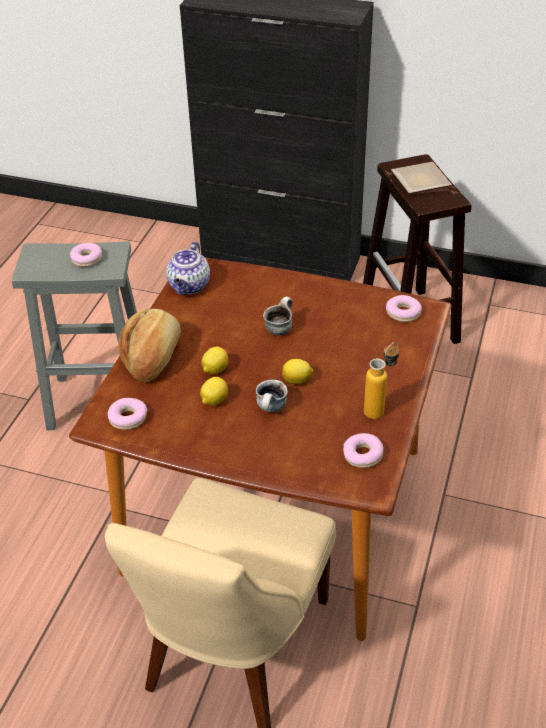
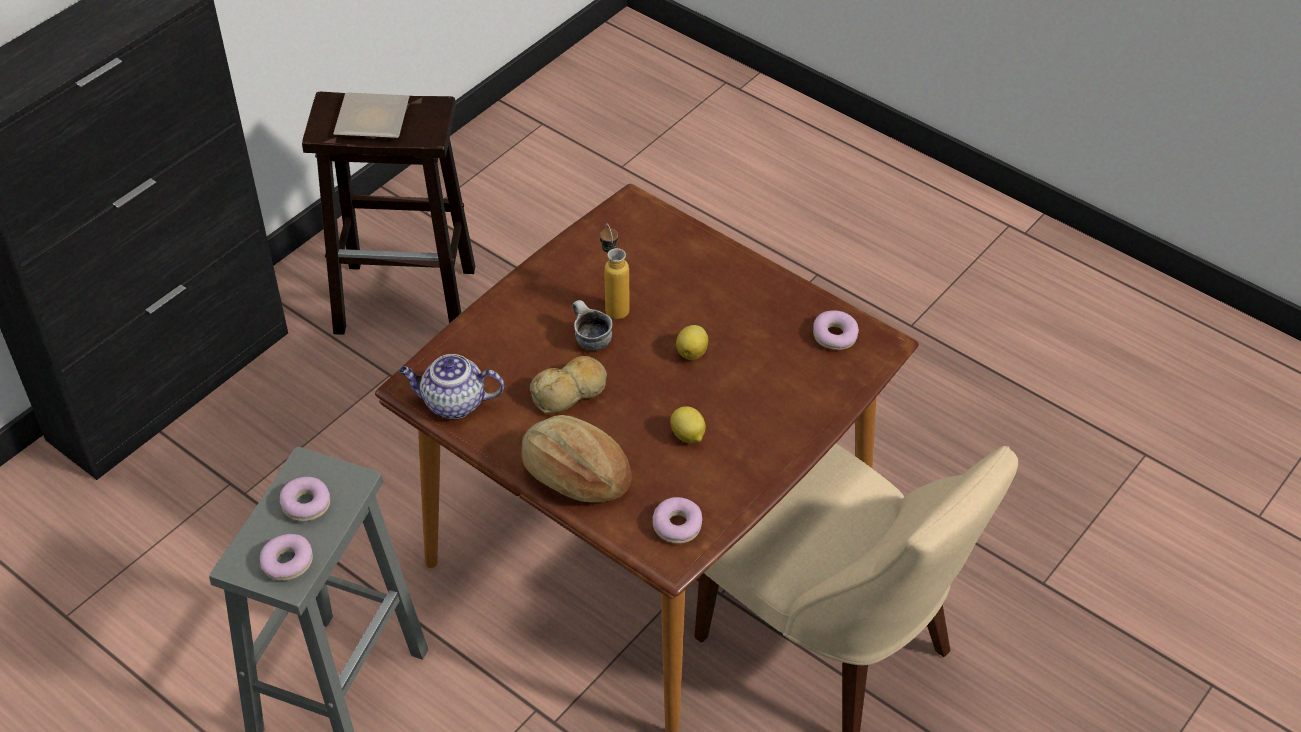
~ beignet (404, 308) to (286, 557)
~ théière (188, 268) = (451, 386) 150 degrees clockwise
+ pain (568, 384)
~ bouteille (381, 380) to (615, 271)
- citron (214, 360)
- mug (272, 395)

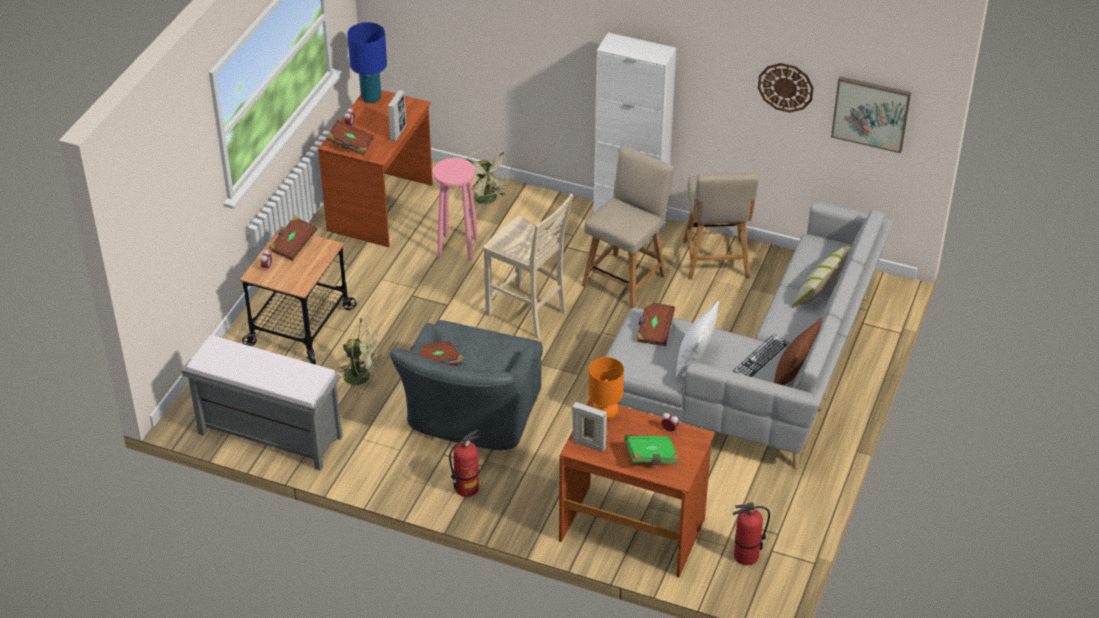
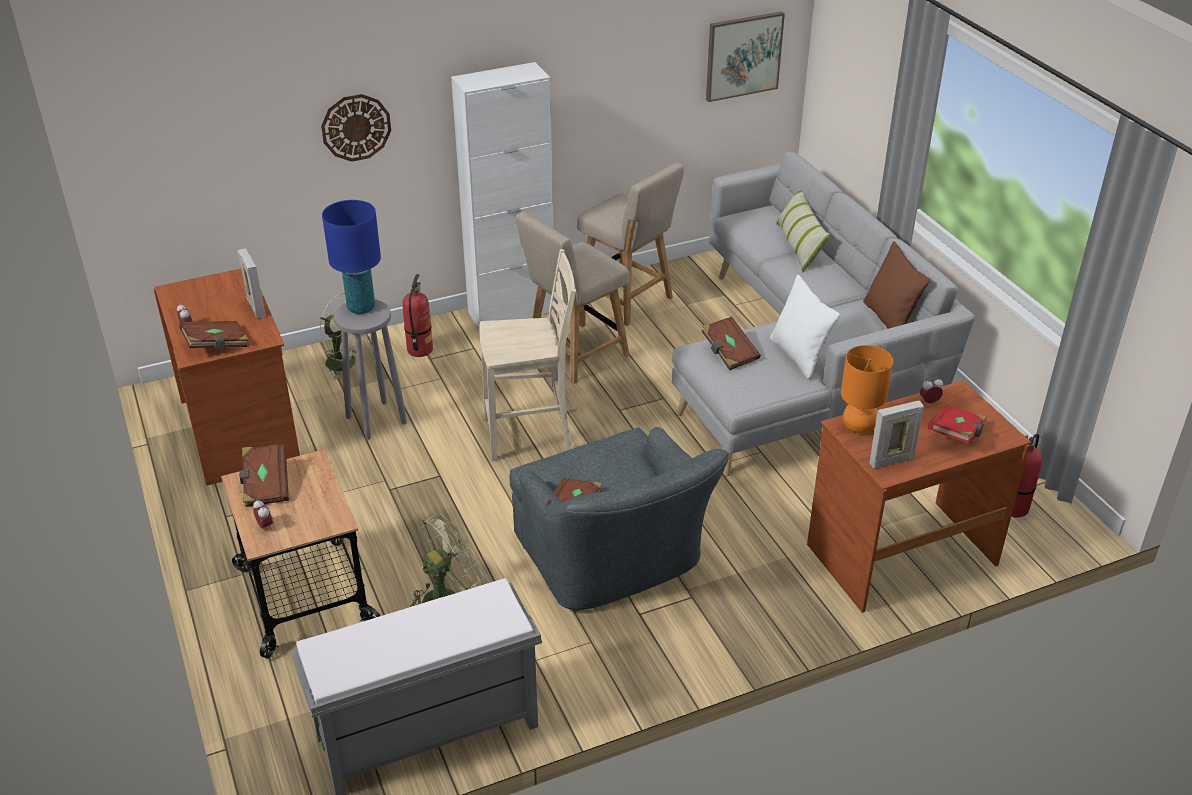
~ horloge murale (786, 88) to (356, 128)
~ lampe de table (bleu) (367, 62) to (351, 257)
~ tabouret (rose) (455, 209) to tabouret (gris) (370, 370)
~ extincteur (464, 463) to (417, 315)
~ chaise (beige) (628, 227) = (573, 298) 120 degrees counterclockwise
~ livre (vert) (651, 450) to livre (rouge) (957, 424)
- clavier (761, 355)

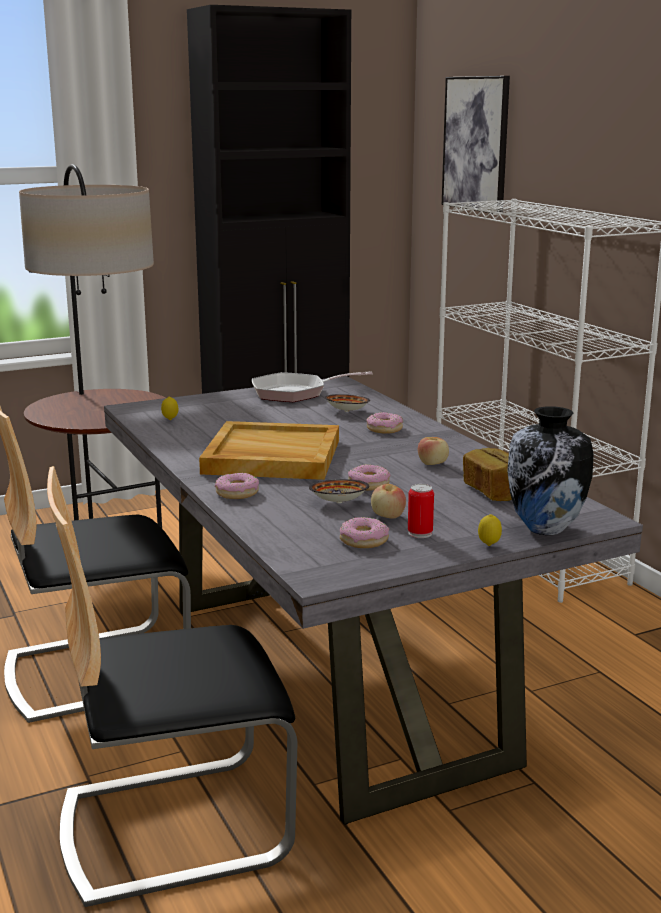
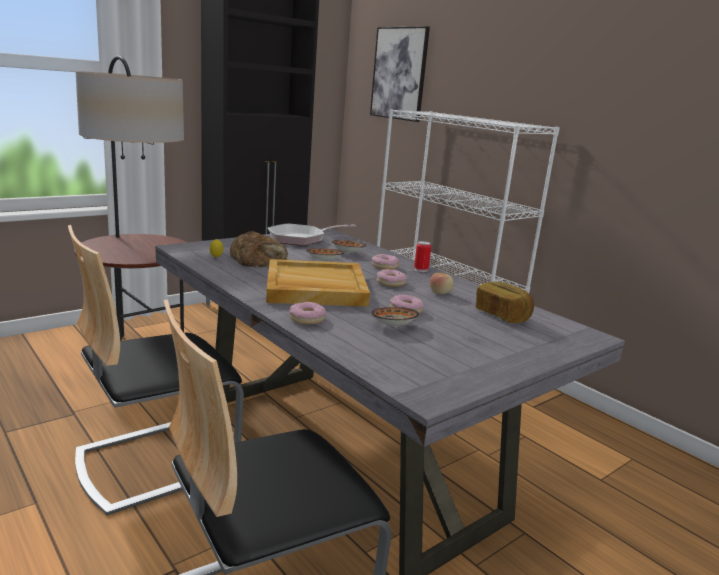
+ pain (259, 249)
+ bol (325, 255)
~ beignet (364, 532) to (392, 278)
~ boîte métallique (421, 511) to (422, 256)
- pomme (388, 501)
- citron (490, 530)
- vase (550, 470)

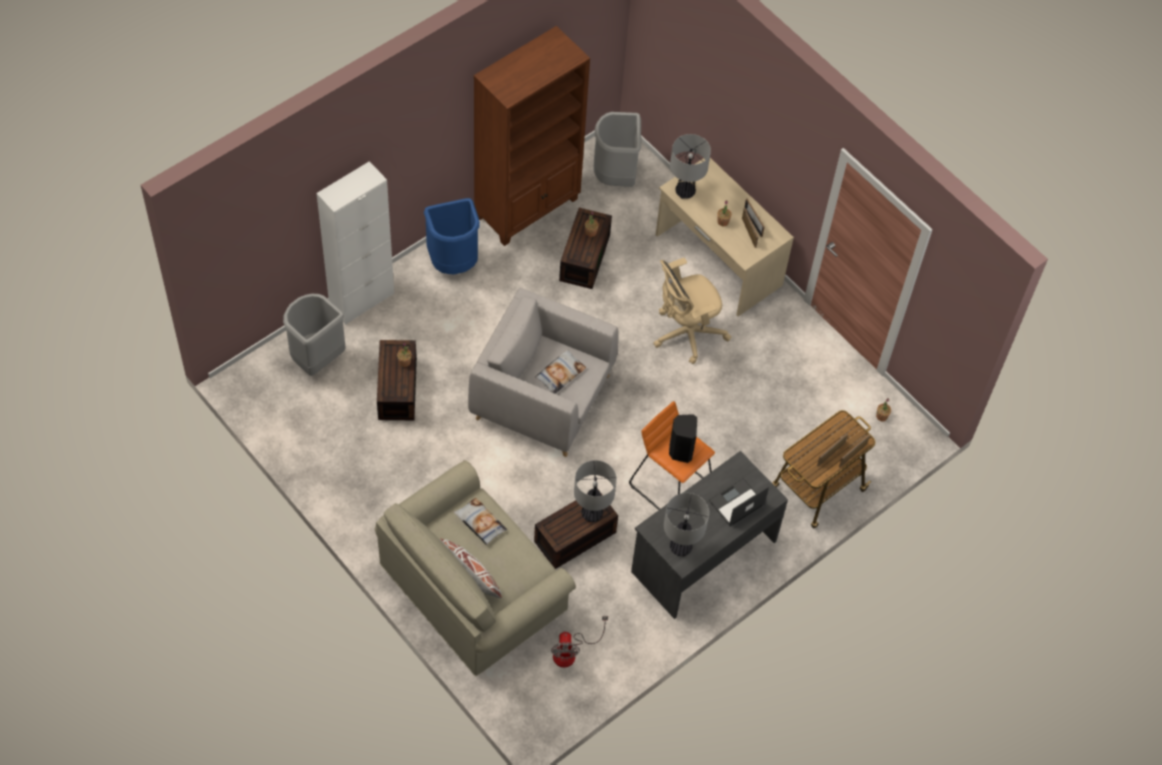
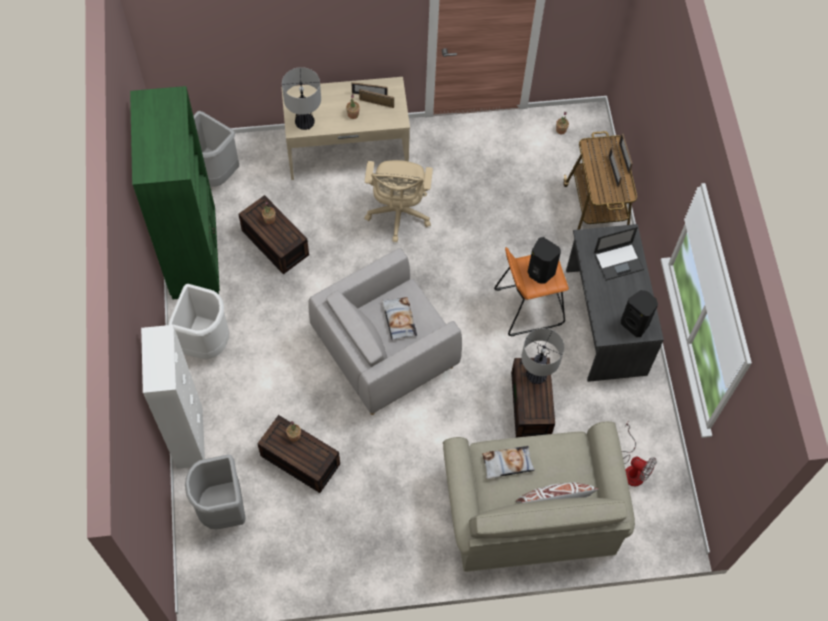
~ bibliothèque (marron) (532, 136) to bibliothèque (vert) (175, 192)
~ poubelle (bleu) (452, 236) to poubelle (blanc) (198, 321)
~ ordinateur portable (738, 502) = (619, 253) 105 degrees counterclockwise
~ lampe de table (686, 524) to enceinte (noir) (639, 313)

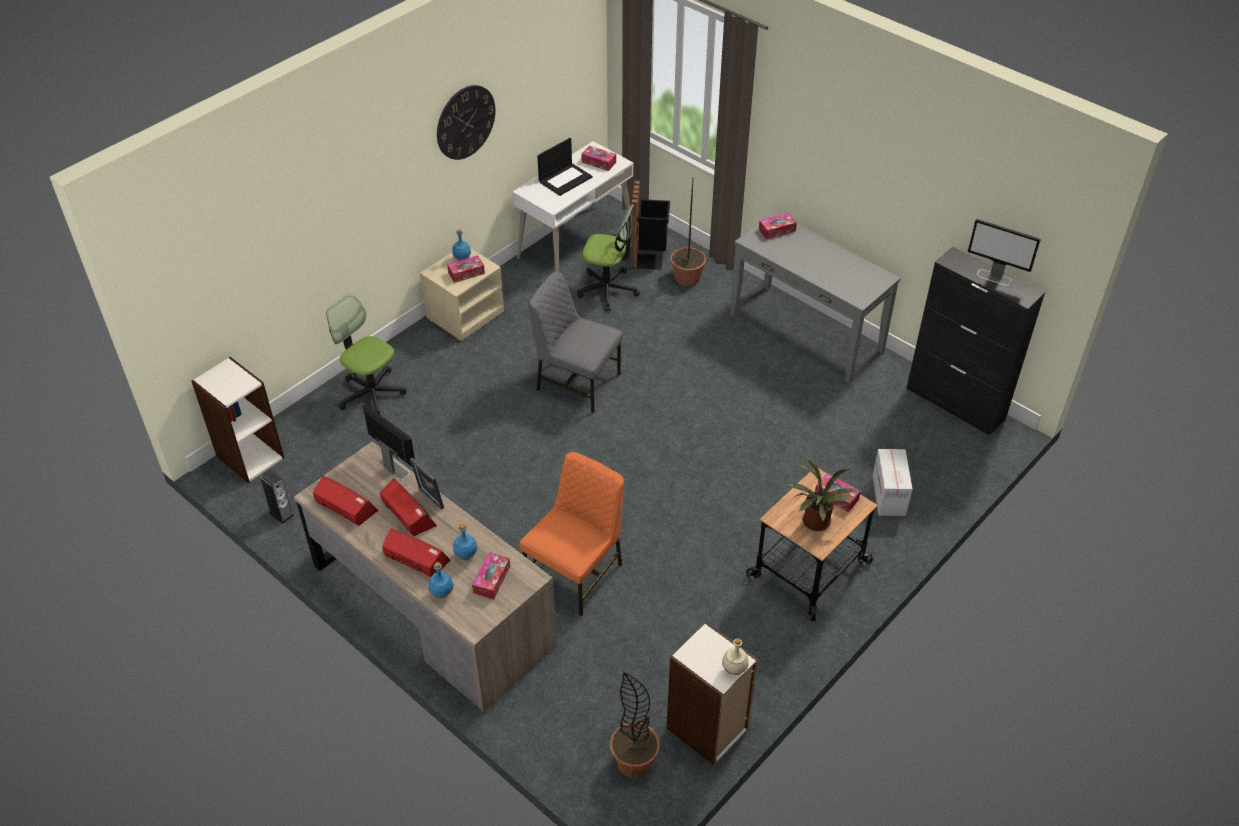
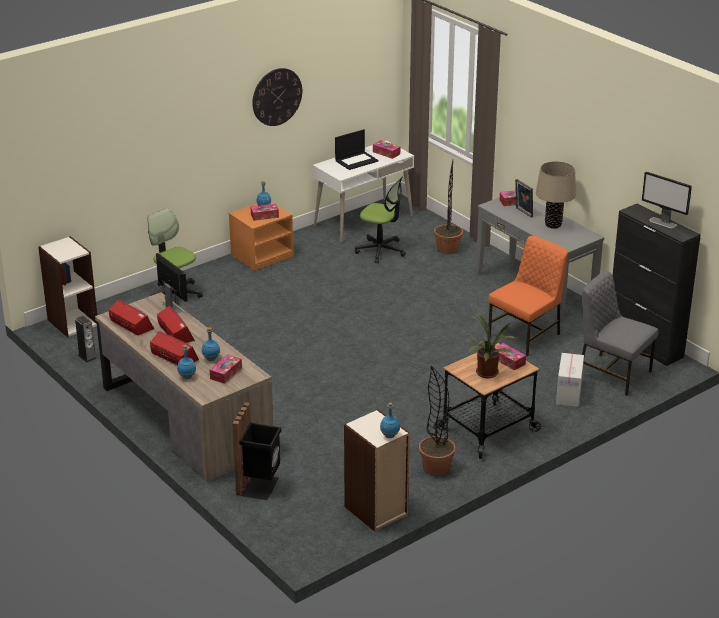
~ table de chevet (beige) (462, 294) to table de chevet (orange) (261, 236)
~ poubelle (noir) (650, 225) to (257, 451)
~ bouteille (beige) (735, 656) to bouteille (bleu) (390, 420)
~ plante en pot (635, 725) to (437, 420)
~ chaise (orange) (572, 534) to (528, 296)
~ cadre photo (427, 483) to (524, 198)
+ lampe de table (beige) (556, 195)
~ chaise (gris) (575, 342) to (620, 333)

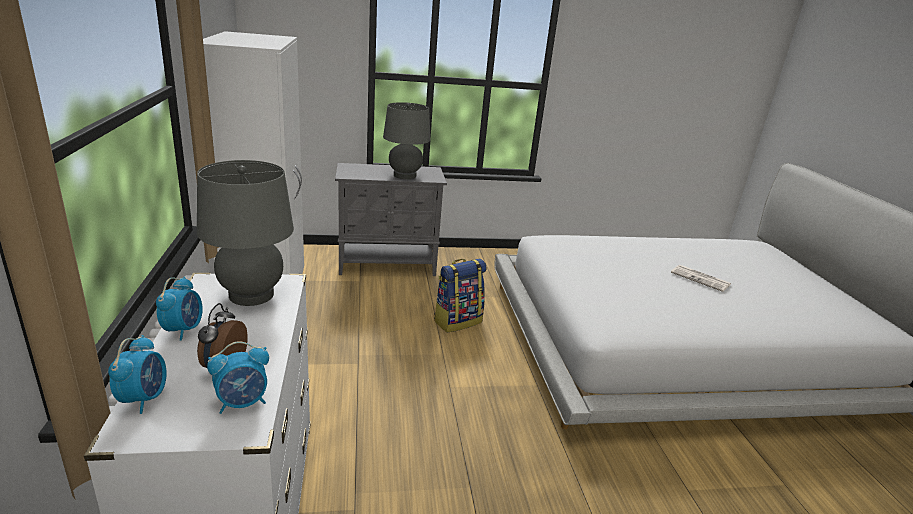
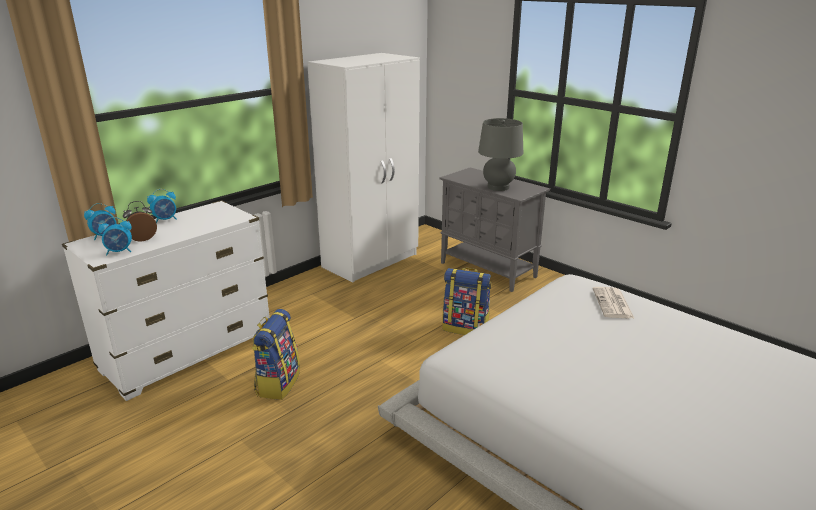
~ réveil (238, 377) = (115, 236) 45 degrees counterclockwise
+ sac à dos (275, 354)
~ journal (701, 278) to (614, 303)
- lampe de table (gris) (245, 233)

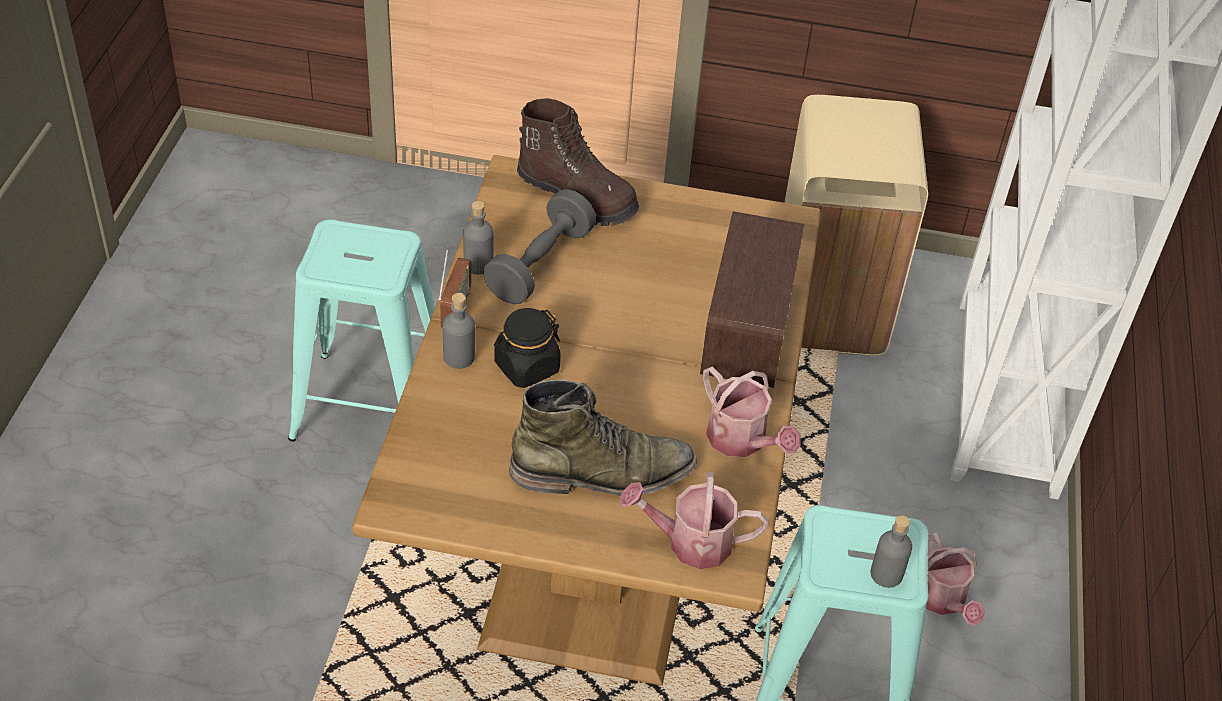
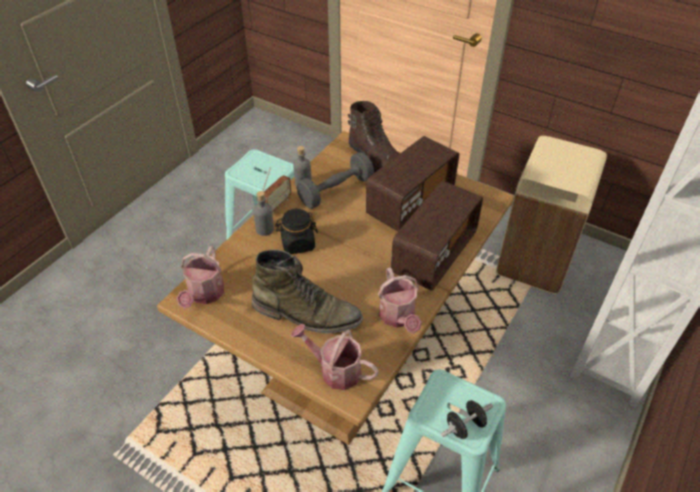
~ arrosoir (955, 579) to (200, 277)
+ radio (412, 183)
~ bouteille (gris) (891, 551) to haltère (noir) (467, 419)

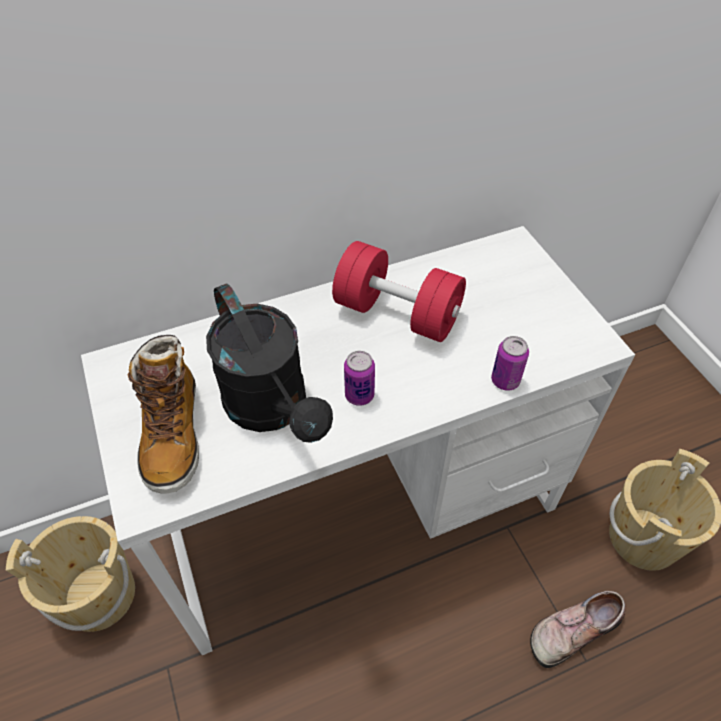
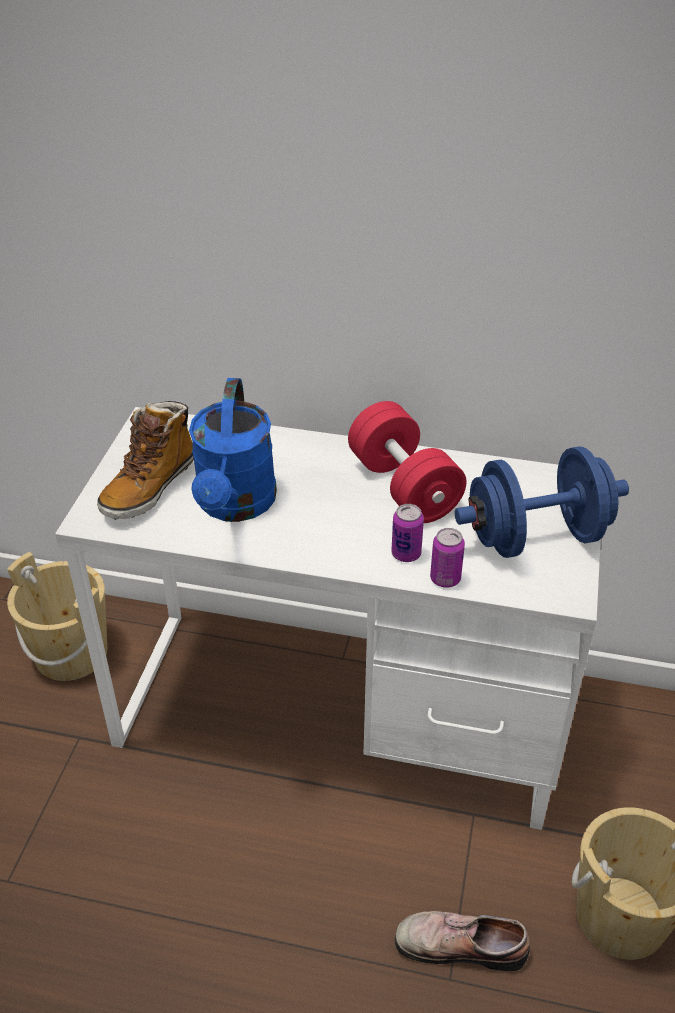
~ arrosoir (noir) (269, 363) to arrosoir (bleu) (233, 450)
~ boîte métallique (359, 378) to (407, 533)
+ haltère (bleu) (542, 502)

